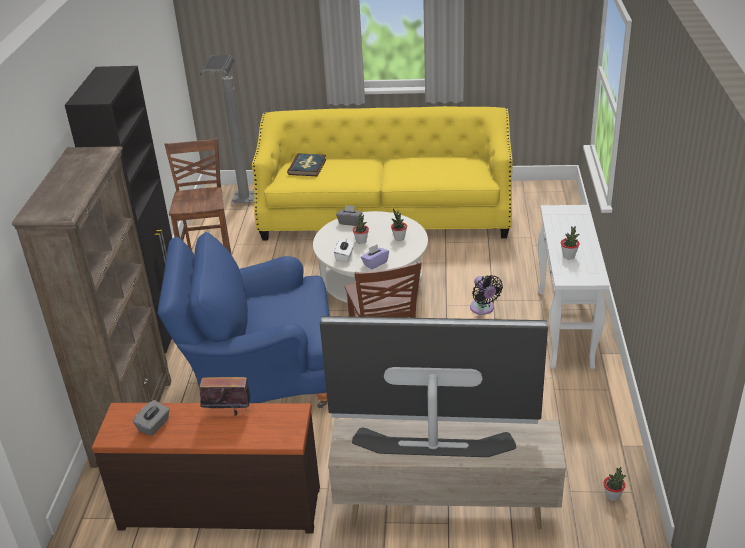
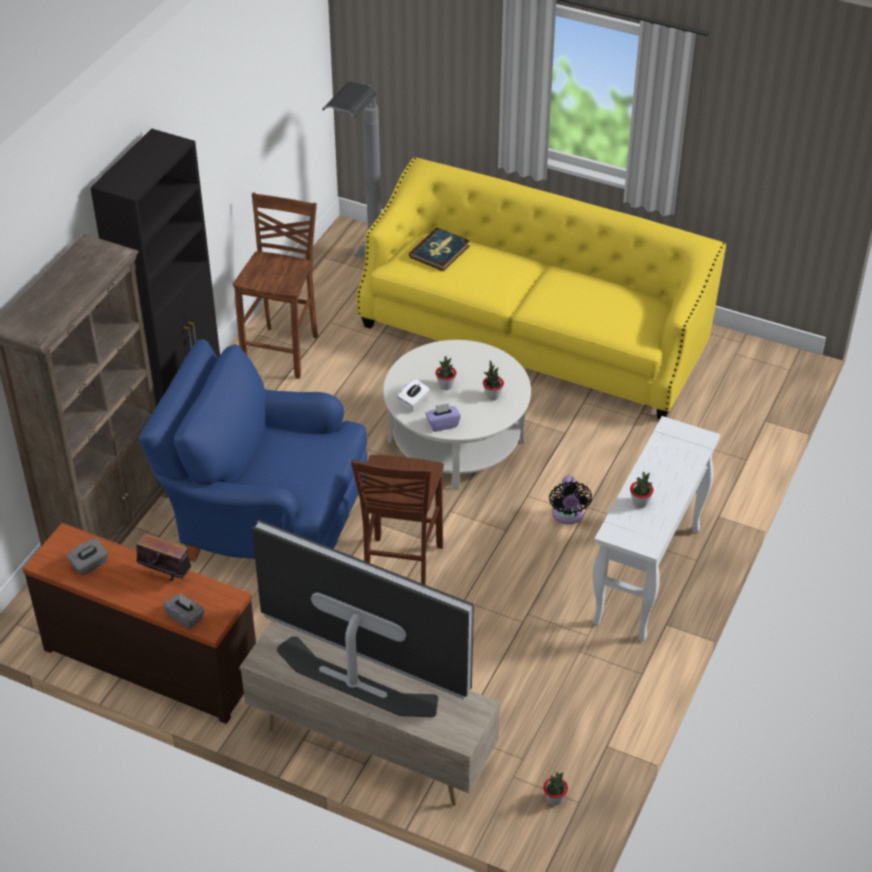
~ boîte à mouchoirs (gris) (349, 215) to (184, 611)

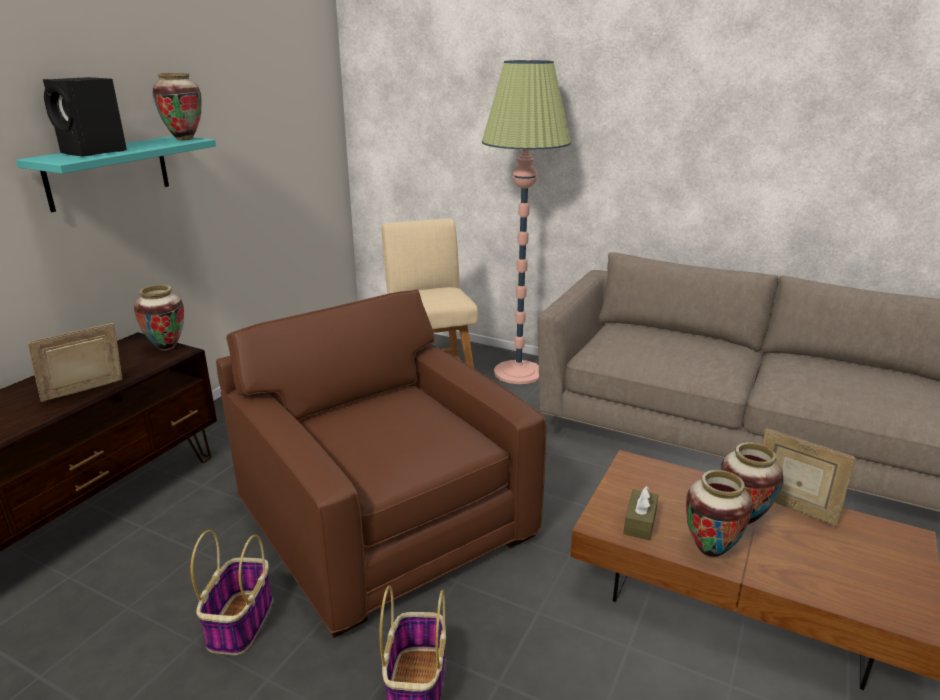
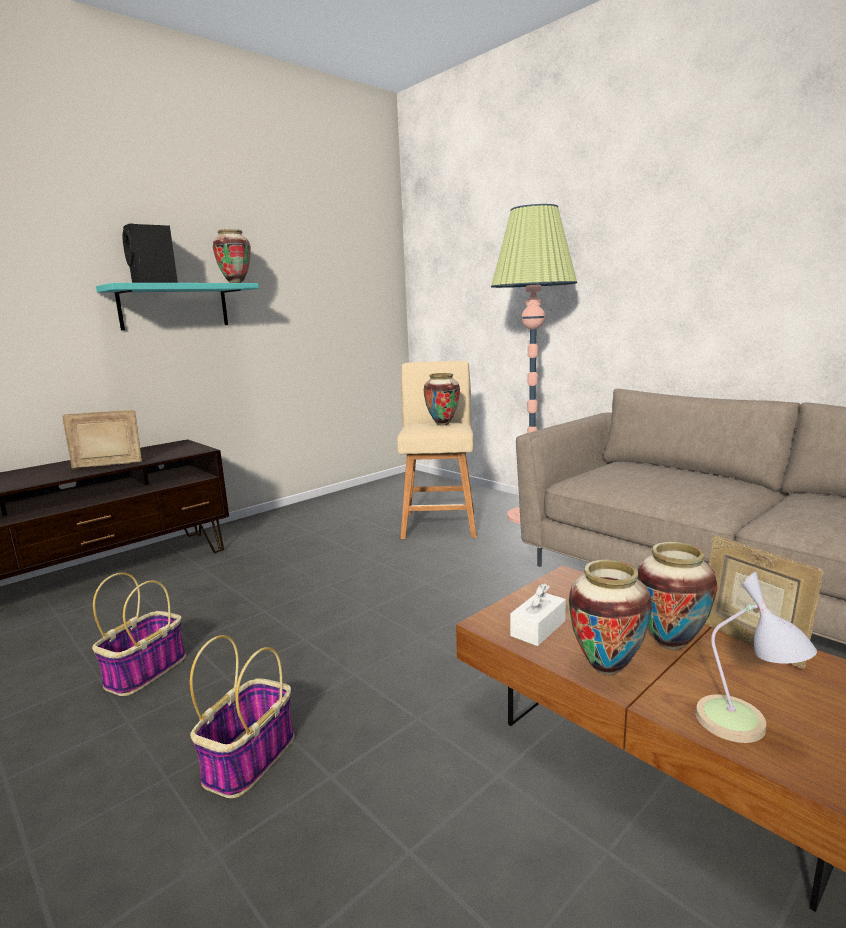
~ vase (159, 318) to (441, 399)
~ boîte à mouchoirs (marron) (641, 513) to boîte à mouchoirs (blanc) (538, 615)
+ lampe de table (756, 657)
- fauteuil (marron) (381, 463)

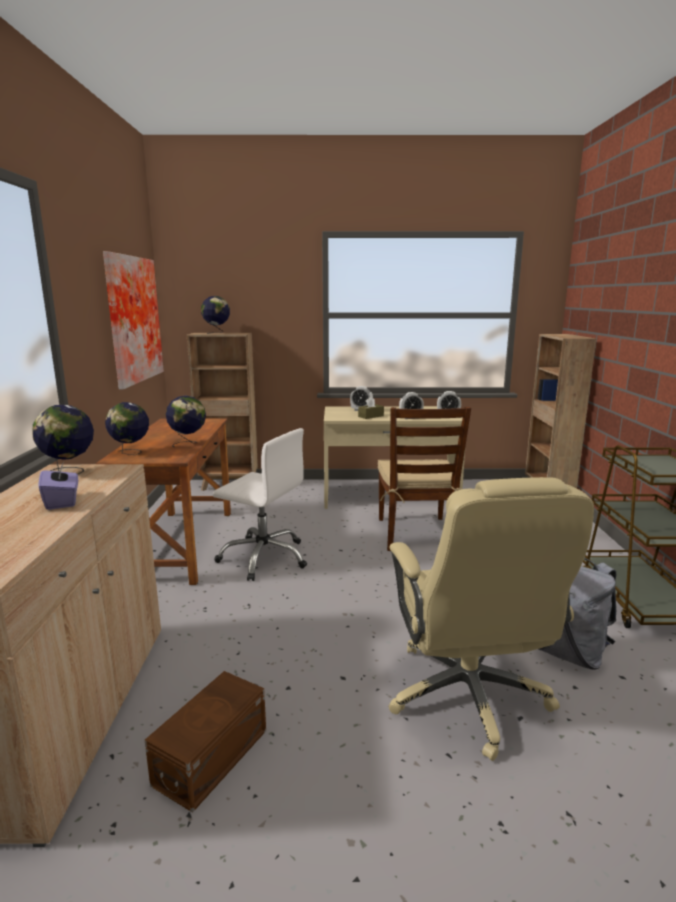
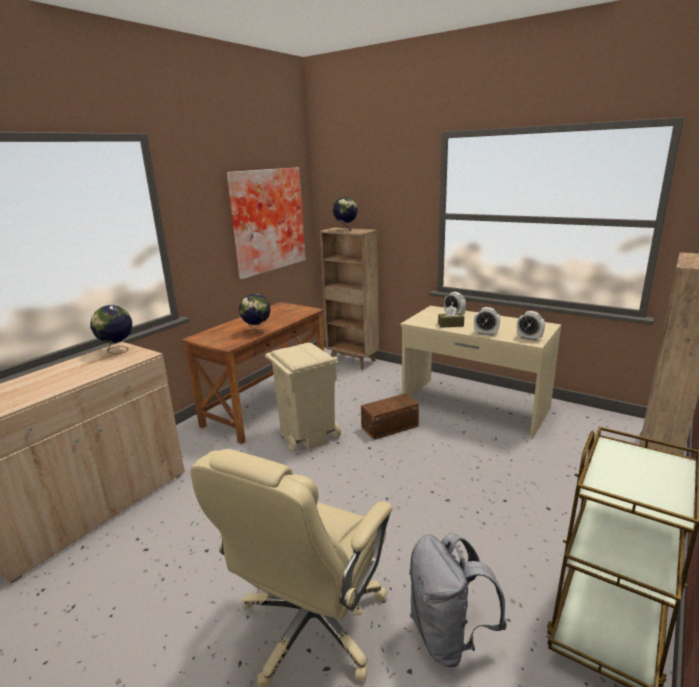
~ chaise de bureau (blanc) (260, 504) to poubelle (beige) (303, 397)
~ boîte de rangement (marron) (205, 742) to (390, 417)
- boîte à mouchoirs (violet) (58, 485)
- globe (127, 428)
- chaise (marron) (424, 479)

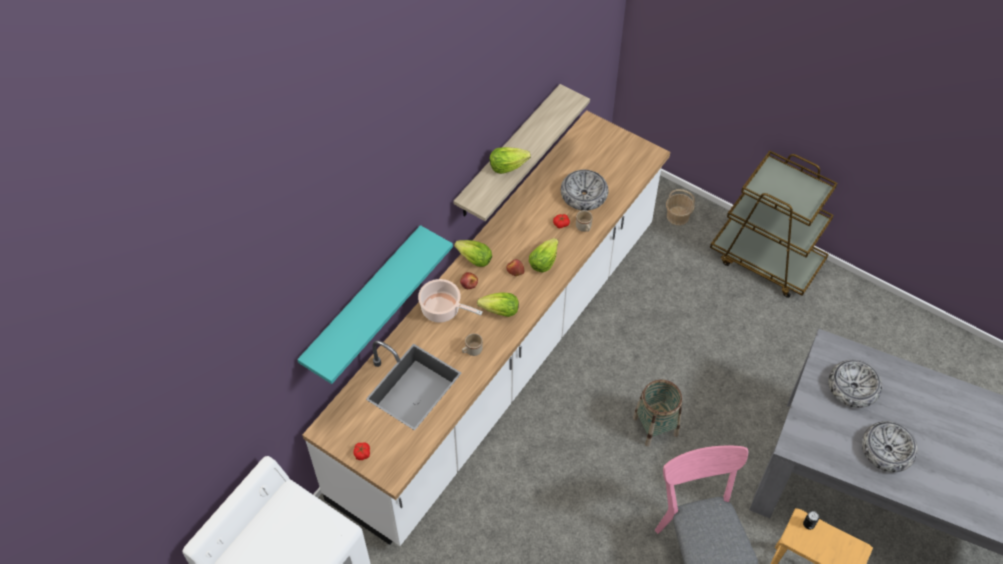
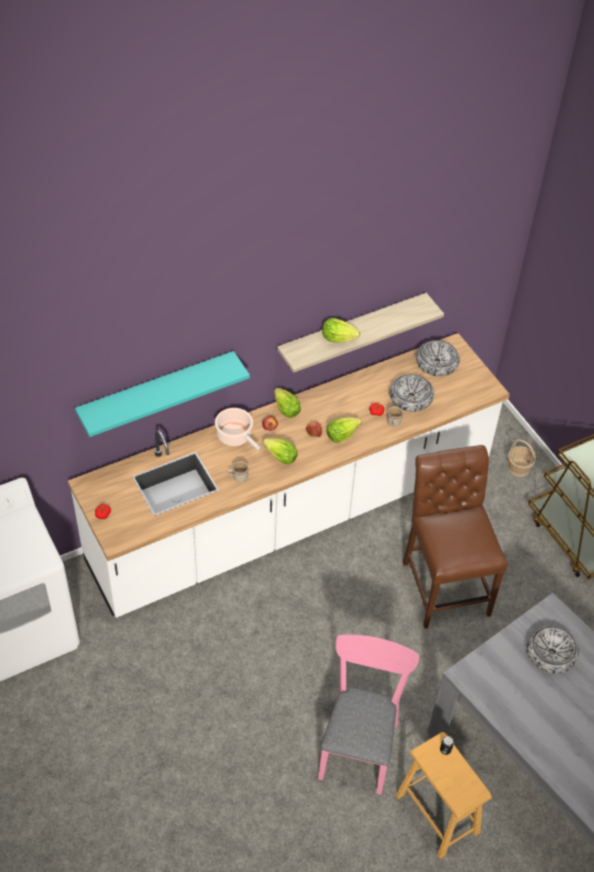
+ chaise (marron) (455, 537)
~ bol (890, 446) to (438, 358)
- panier (657, 413)

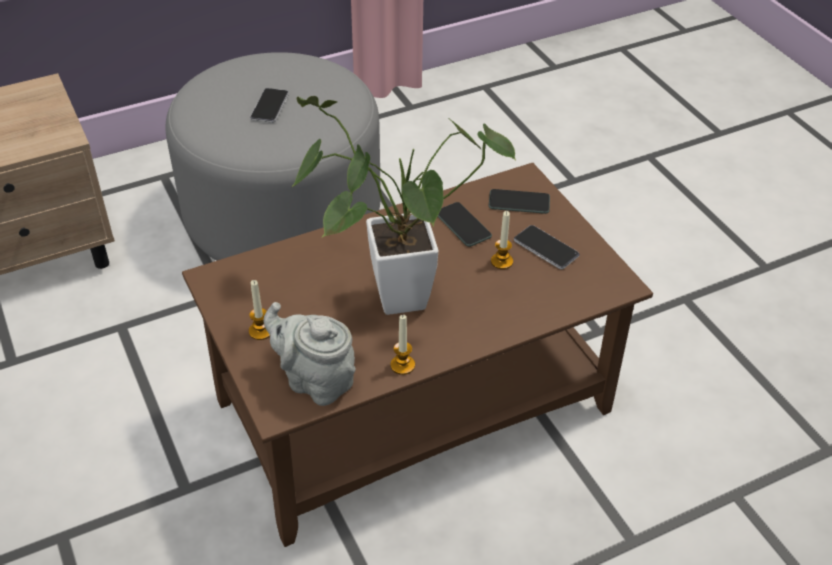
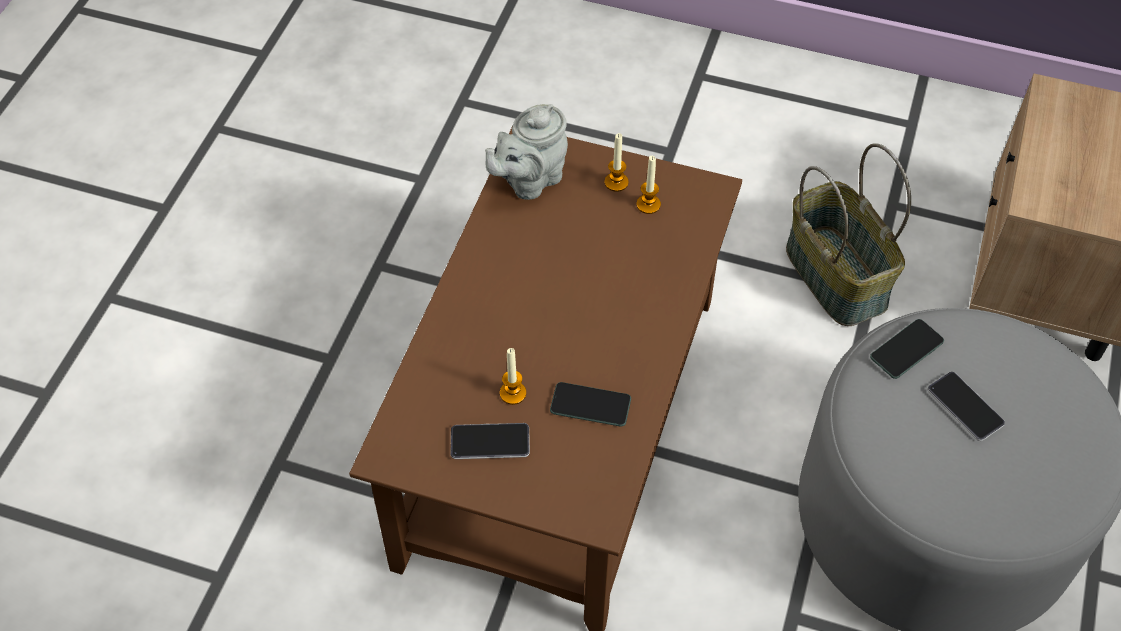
~ théière (gris) (310, 354) = (526, 152) 150 degrees clockwise
~ bougie (402, 345) to (649, 185)
+ panier (848, 234)
~ téléphone (519, 201) to (907, 349)
- plante en pot (403, 205)

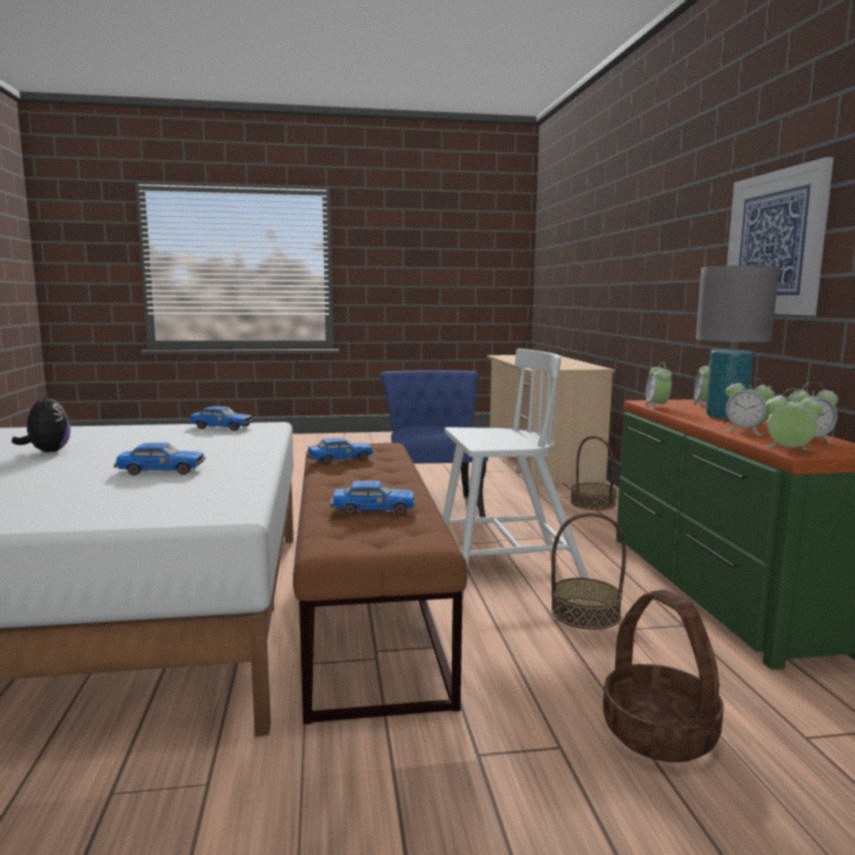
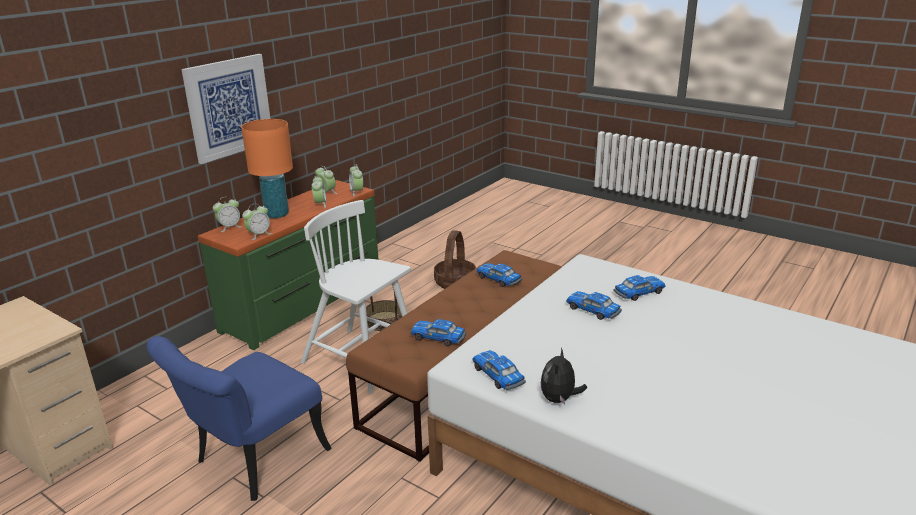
~ lampe de table (gris) (737, 342) to lampe de table (orange) (267, 168)
~ peluche (41, 422) to (563, 375)
+ petite voiture (639, 288)
- panier (593, 473)

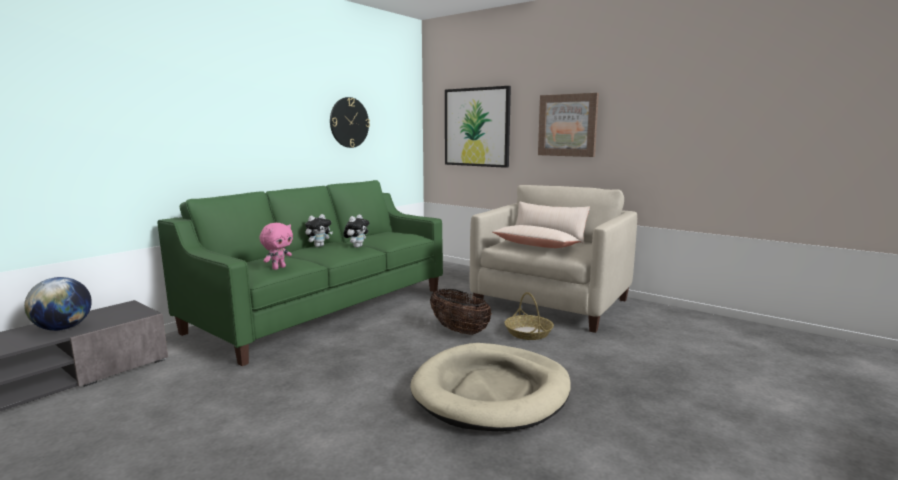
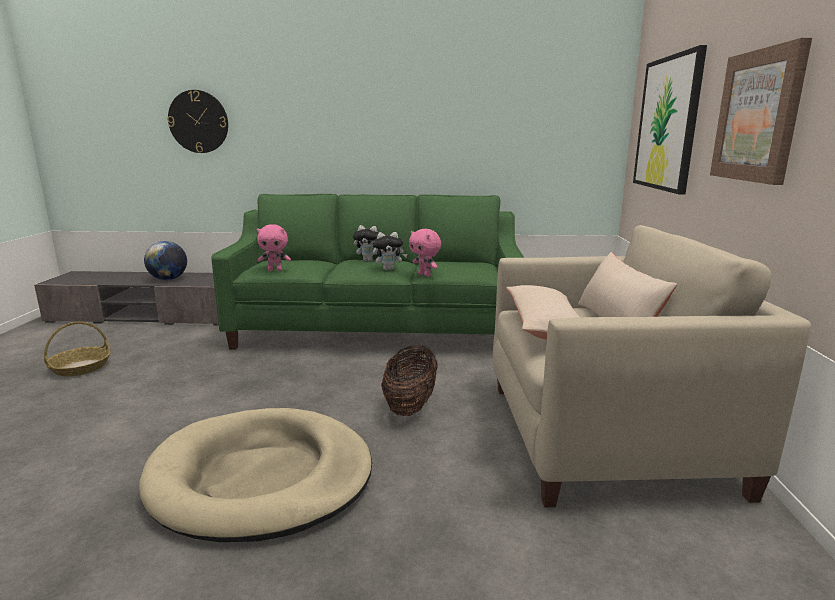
~ panier (529, 316) to (77, 349)
~ horloge murale (350, 122) to (197, 121)
+ peluche (rose) (425, 253)

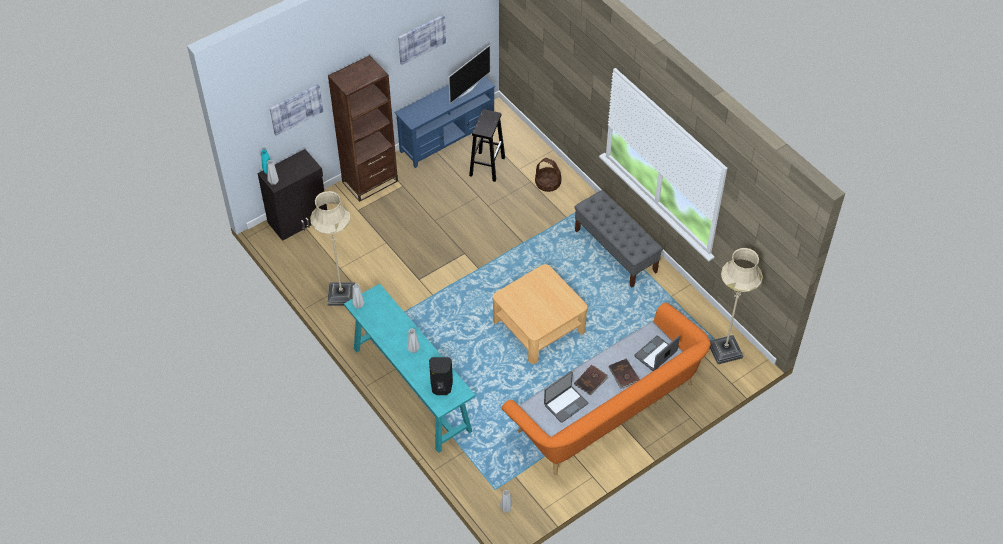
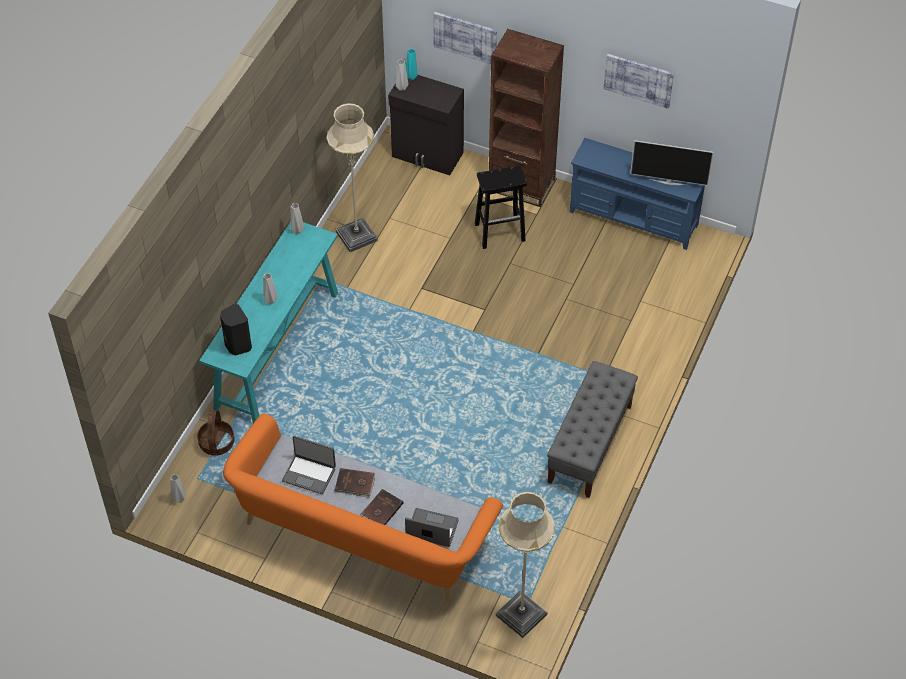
~ panier (548, 175) to (216, 433)
~ tabouret (noir) (487, 145) to (501, 207)
- table basse (beige) (540, 314)

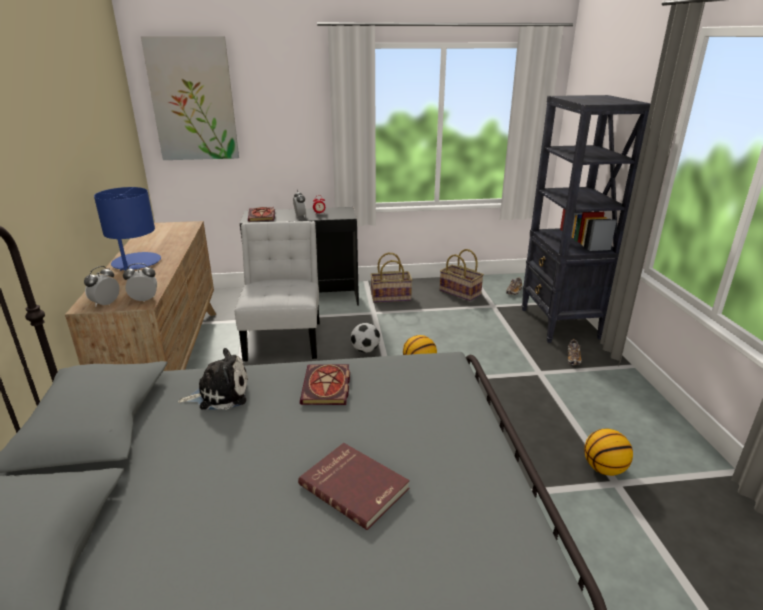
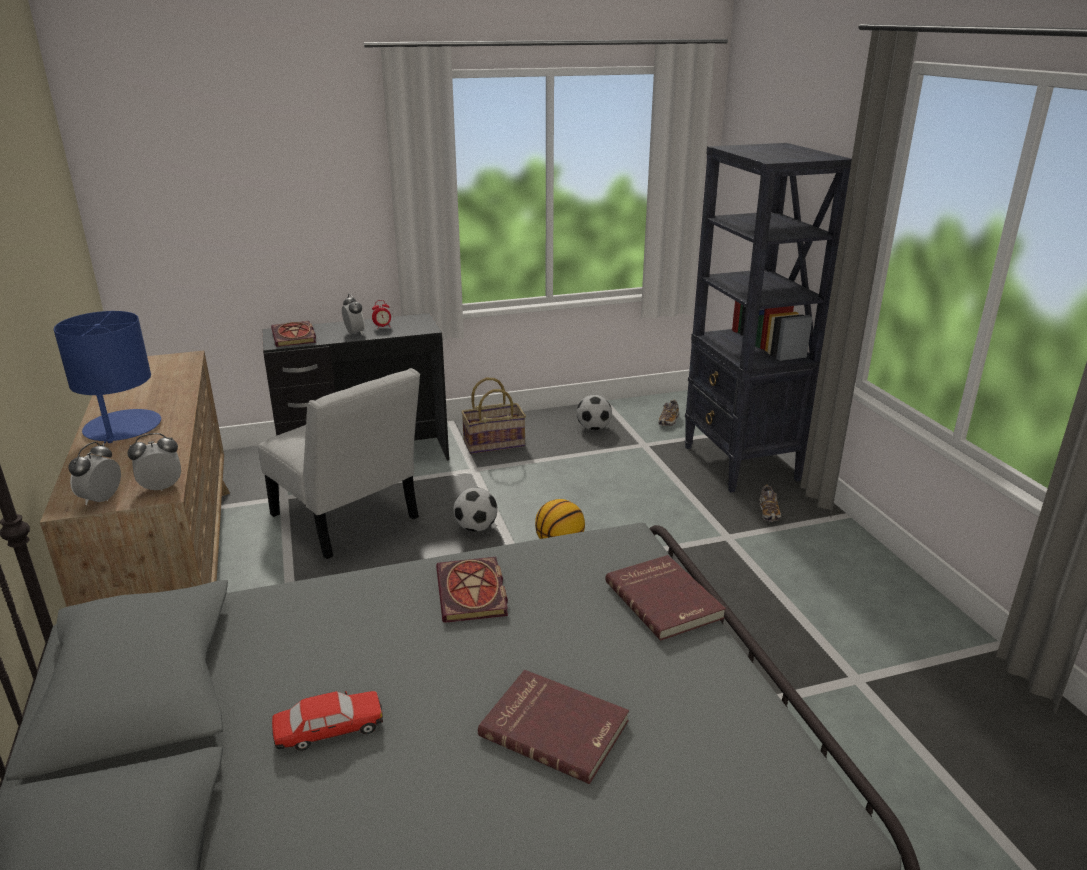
~ chaise (blanc) (277, 291) = (339, 463) 150 degrees clockwise
+ petite voiture (327, 721)
~ panier (462, 275) to ballon de foot (594, 412)
+ livre (rouge) (665, 597)
- tableau (190, 98)
- peluche (213, 379)
- ballon de basket (608, 452)

